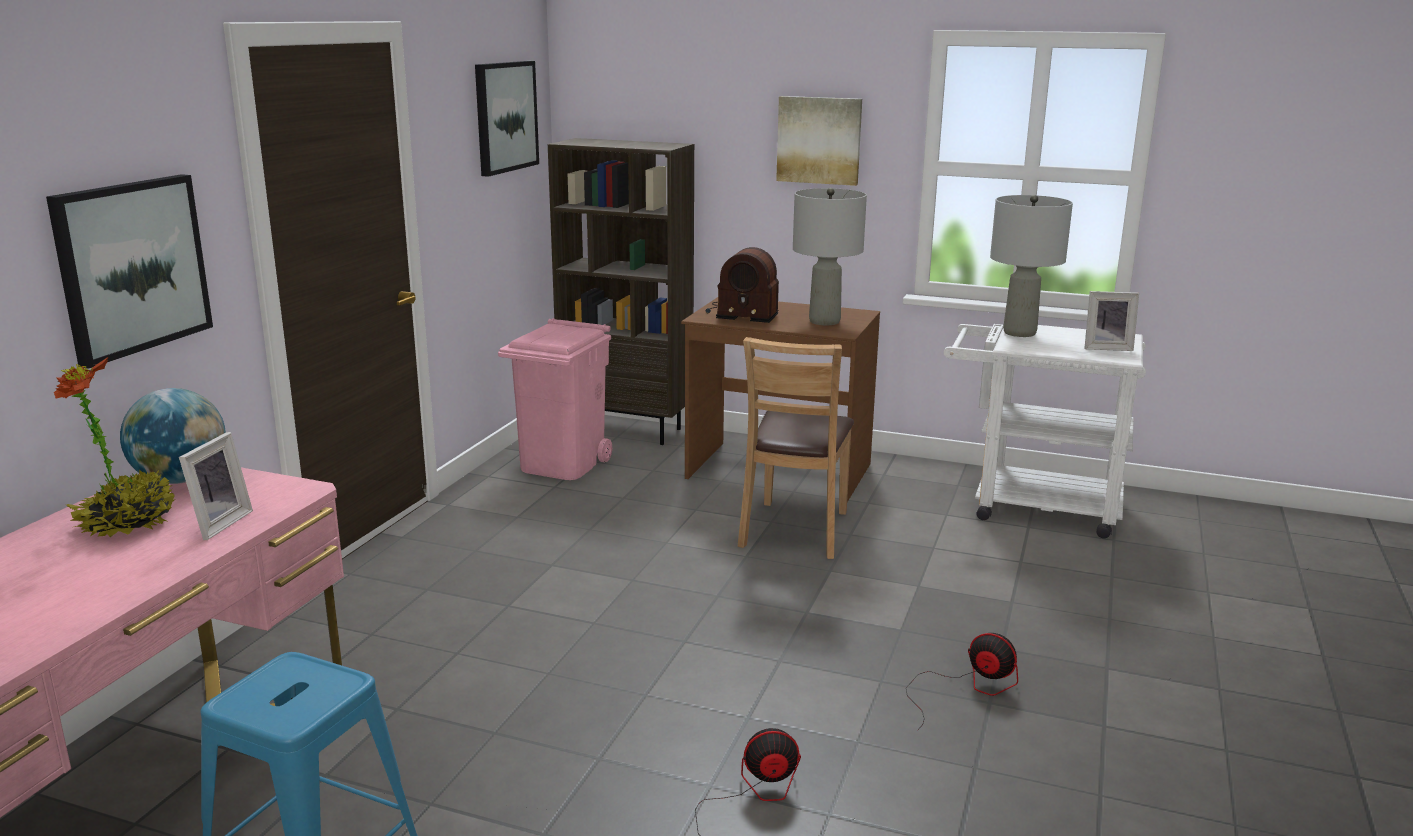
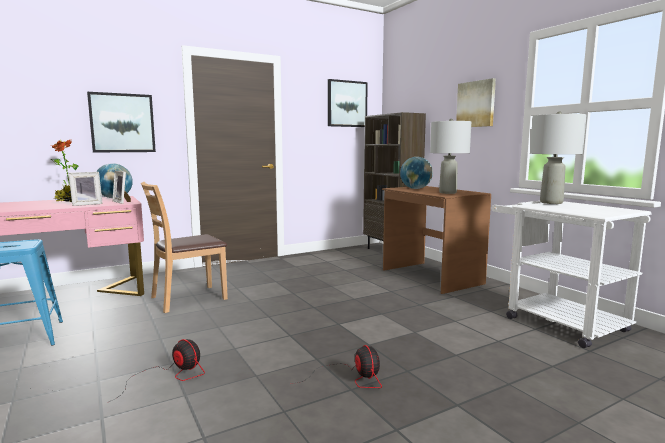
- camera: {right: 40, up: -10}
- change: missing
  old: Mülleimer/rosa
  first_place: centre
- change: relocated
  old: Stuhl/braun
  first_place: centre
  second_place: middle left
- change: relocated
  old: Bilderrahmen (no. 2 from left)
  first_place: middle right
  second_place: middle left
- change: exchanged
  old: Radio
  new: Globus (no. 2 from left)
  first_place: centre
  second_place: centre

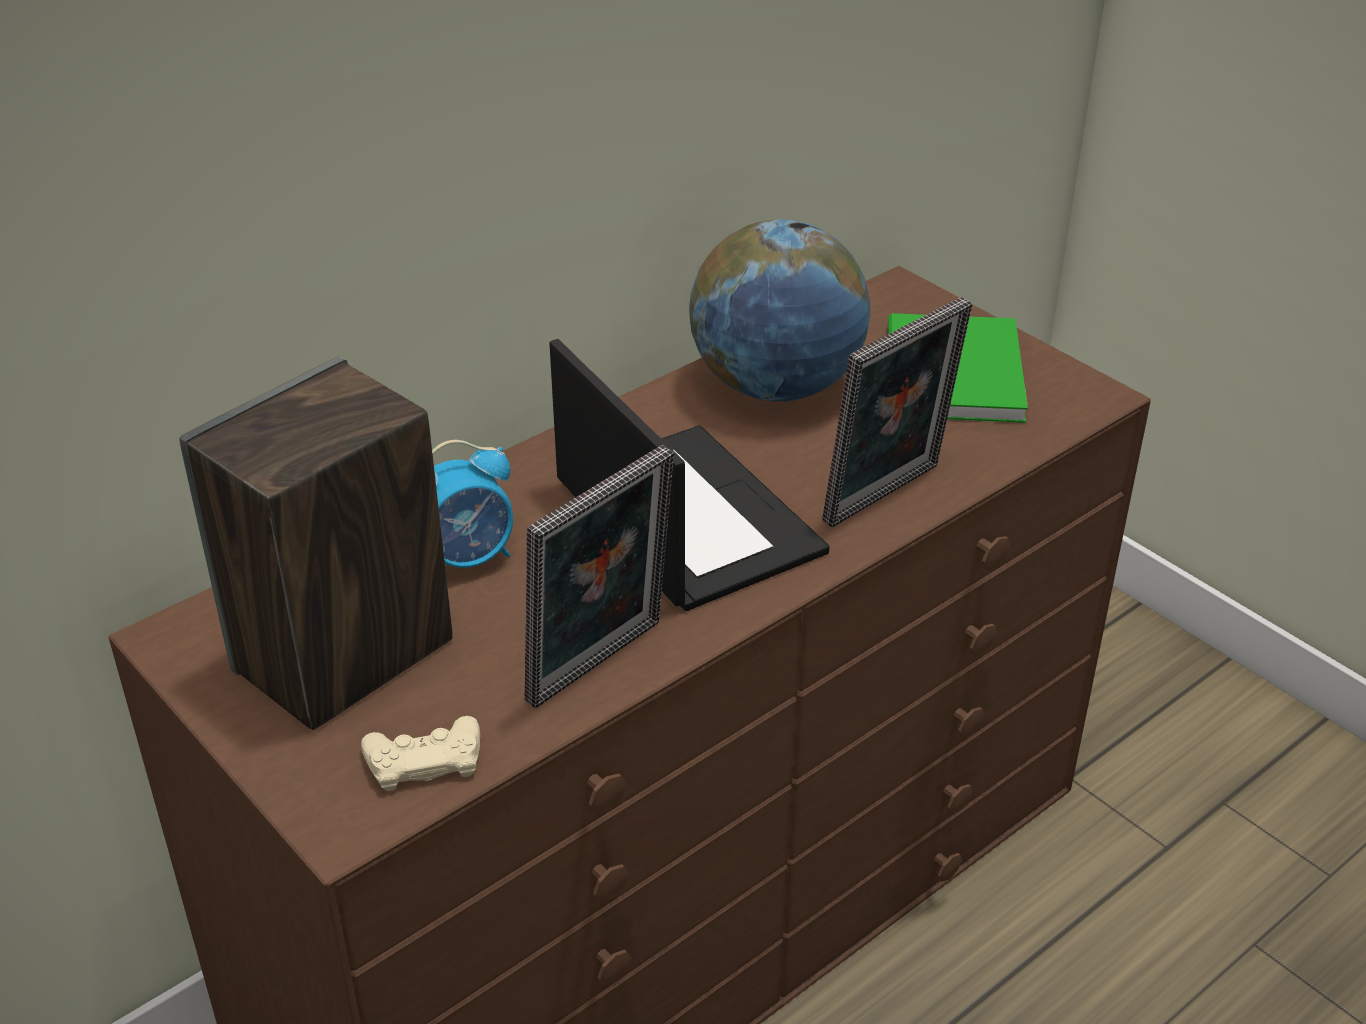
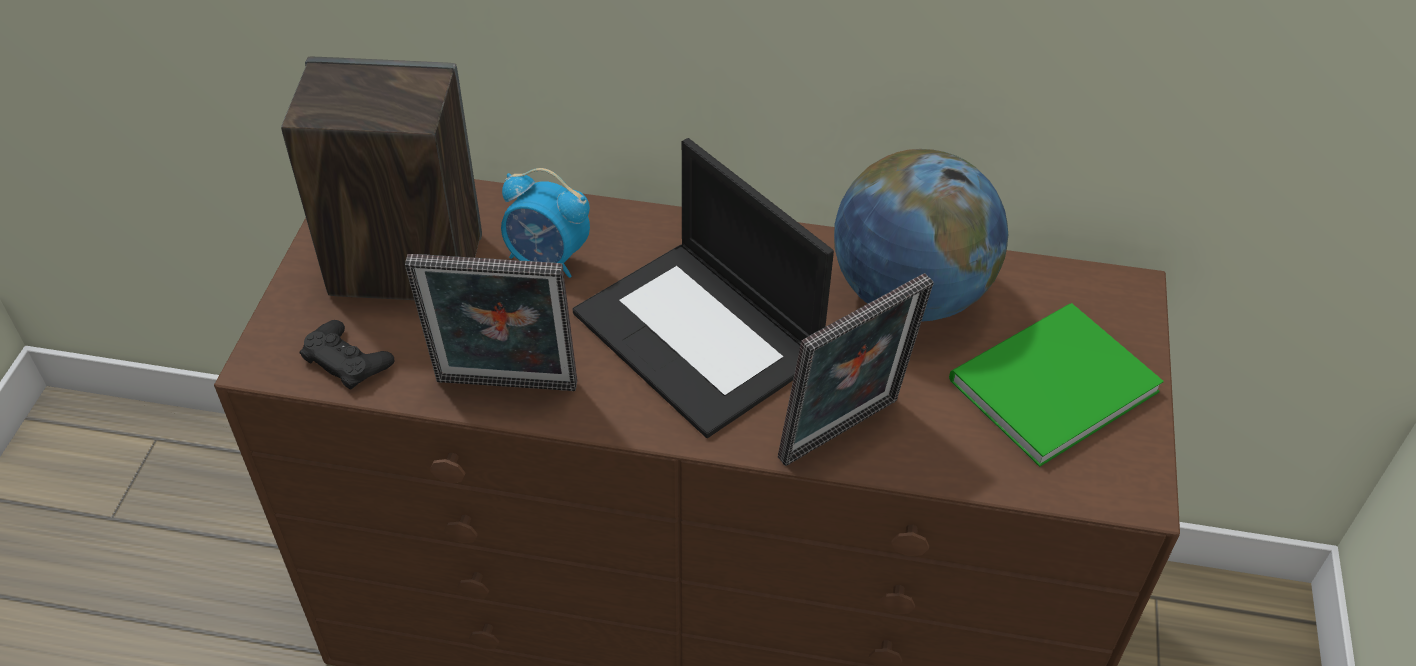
- camera: {right: 50, up: 10}
- change: colour
  old: Gamepad/beige
  new: Gamepad/schwarz
  first_place: bottom left
  second_place: middle left
- change: spun
  old: Laptop
  first_place: centre
  second_place: centre
  degrees: 120
- change: spun
  old: Bilderrahmen (no. 2 from left)
  first_place: centre
  second_place: centre
  degrees: -45

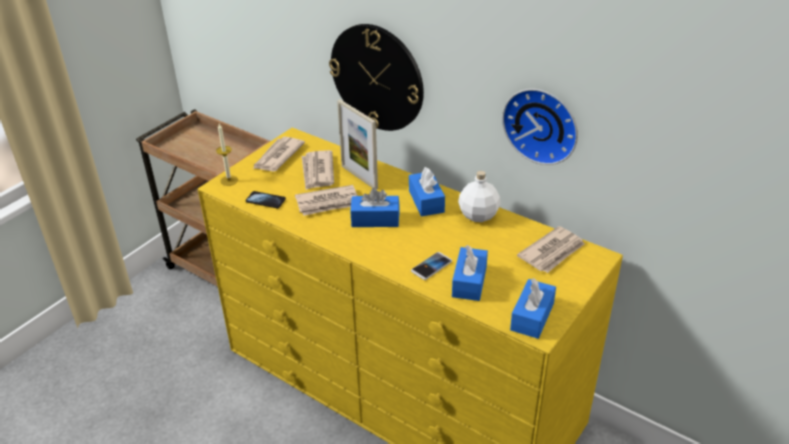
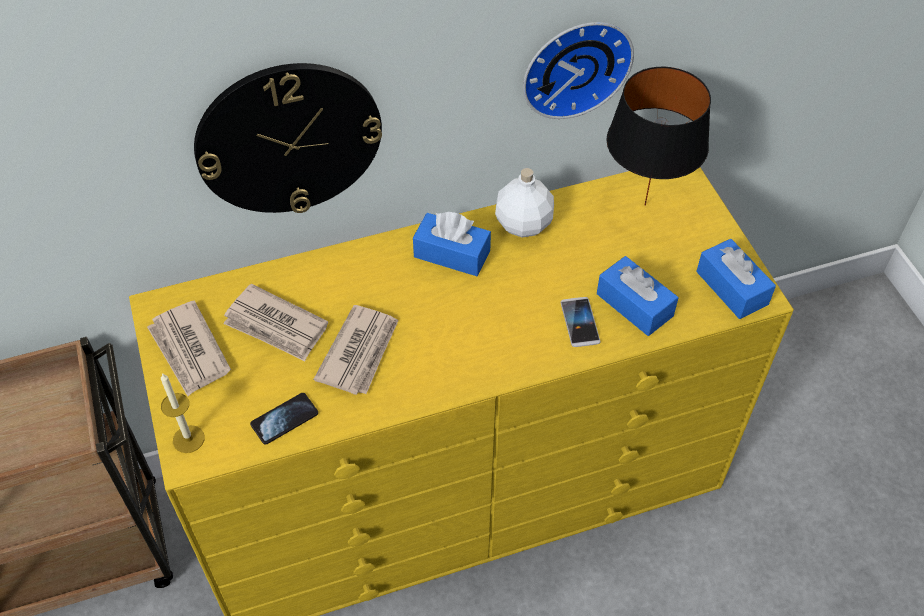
- camera: {right: -55, up: 15}
- change: missing
  old: Bilderrahmen
  first_place: top centre
- change: missing
  old: Taschentuchbox/blau (no. 1 from left)
  first_place: centre
- change: exchanged
  old: Zeitung (no. 4 from left)
  new: Tischlampe/schwarz
  first_place: middle right
  second_place: top right

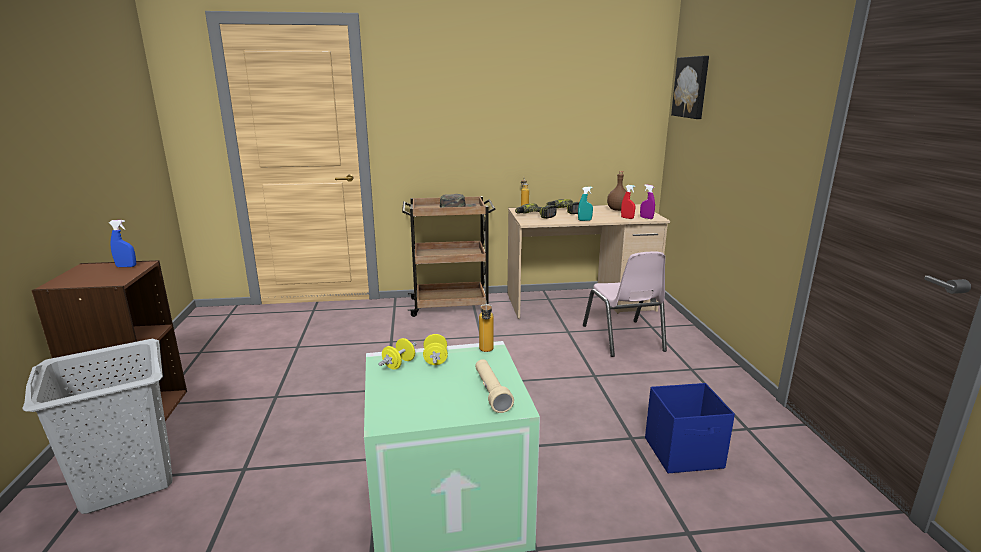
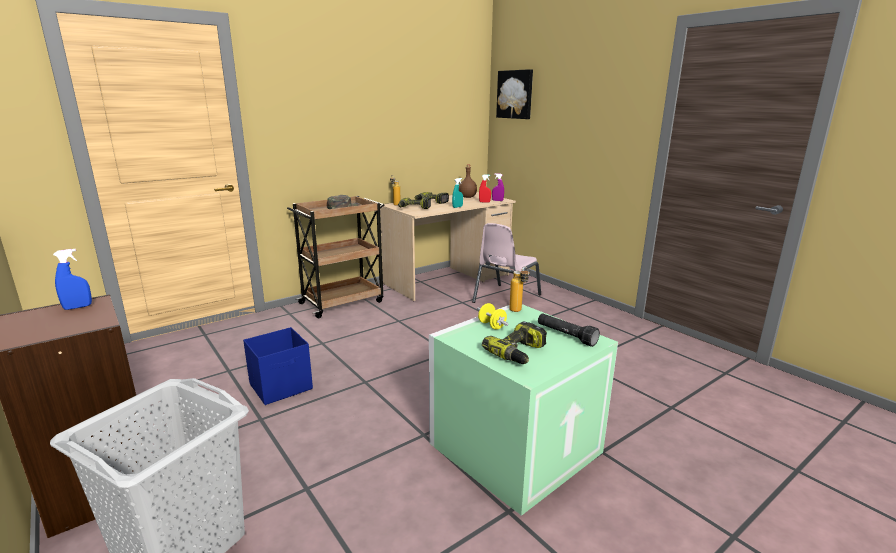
- camera: {right: -30, up: 0}
- change: missing
  old: Hantel/gelb (no. 1 from left)
  first_place: centre
- change: appeared
  new: Bohrmaschine (no. 3 from left)
  second_place: centre
- change: relocated
  old: Aufbewahrungsbox/blau
  first_place: bottom right
  second_place: middle left
- change: colour
  old: Taschenlampe/beige
  new: Taschenlampe/schwarz
  first_place: bottom centre
  second_place: centre
- change: spun
  old: Stuhl/rosa
  first_place: centre
  second_place: centre
  degrees: 75

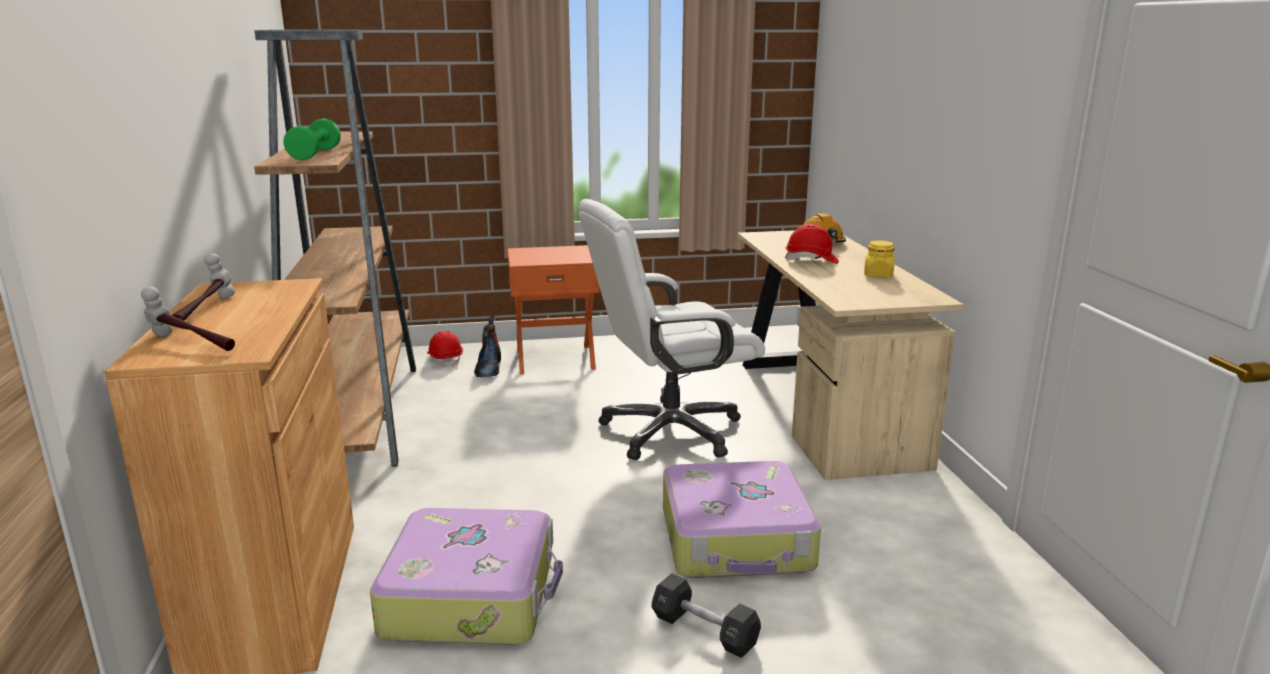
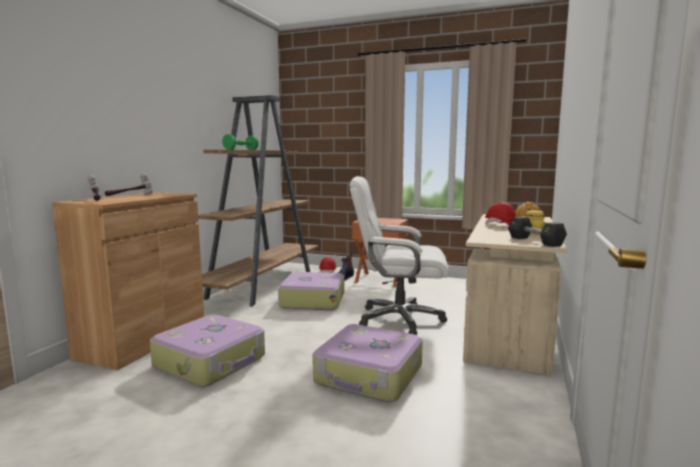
- camera: {right: 30, up: -10}
- change: appeared
  new: Koffer (no. 2 from left)
  second_place: centre
- change: relocated
  old: Hantel/schwarz
  first_place: bottom centre
  second_place: middle right

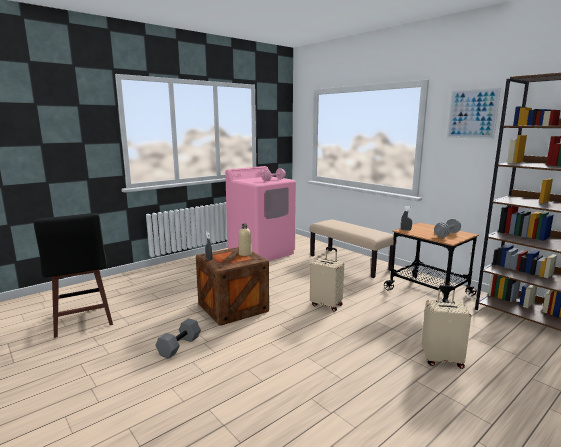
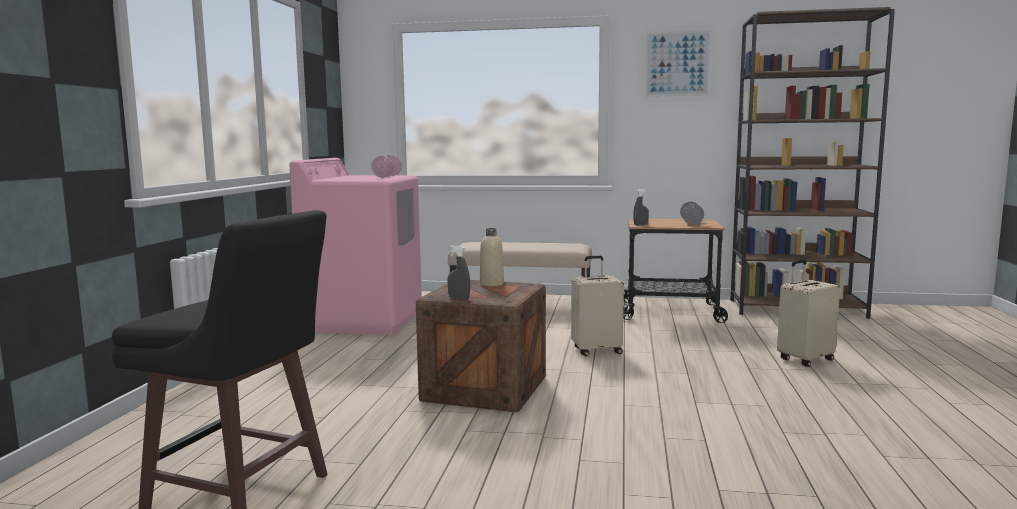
- camera: {right: -40, up: -5}
- change: missing
  old: Hantel/grau (no. 1 from left)
  first_place: bottom left

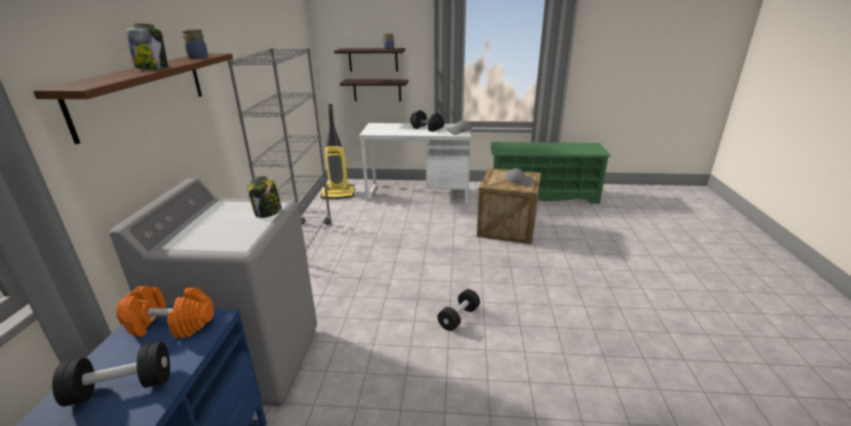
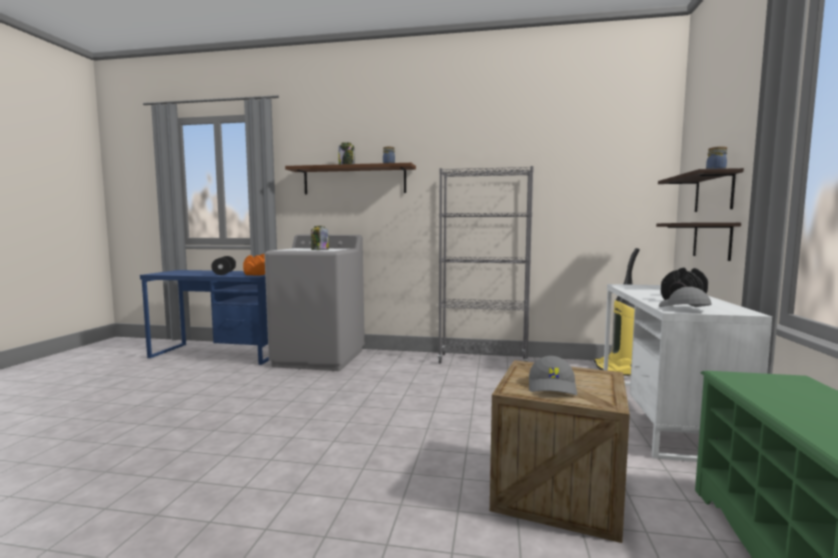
- camera: {right: 95, up: -20}
- change: missing
  old: Hantel/schwarz (no. 3 from left)
  first_place: bottom centre

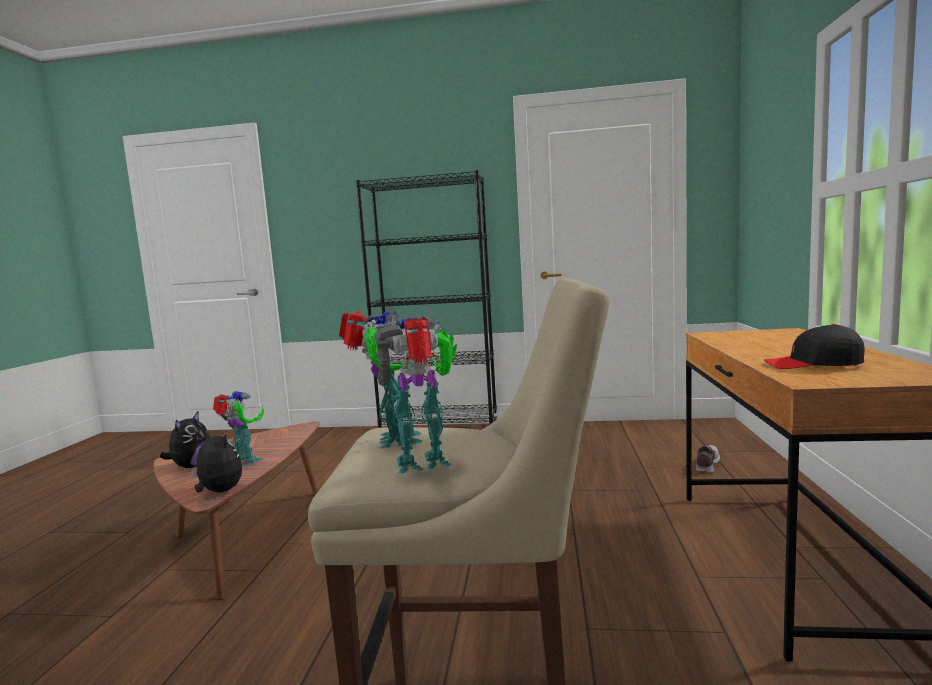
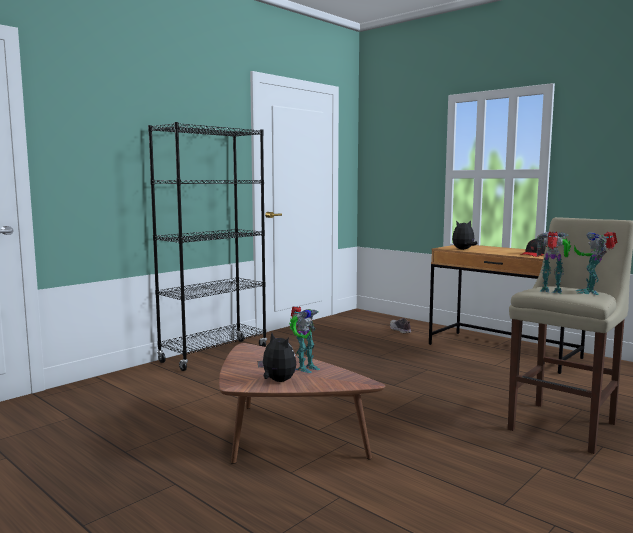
- camera: {right: -55, up: 0}
- change: relocated
  old: Plüschtier (no. 2 from left)
  first_place: bottom left
  second_place: middle right
- change: spun
  old: Spielzeugroboter (no. 1 from left)
  first_place: middle left
  second_place: centre
  degrees: 150

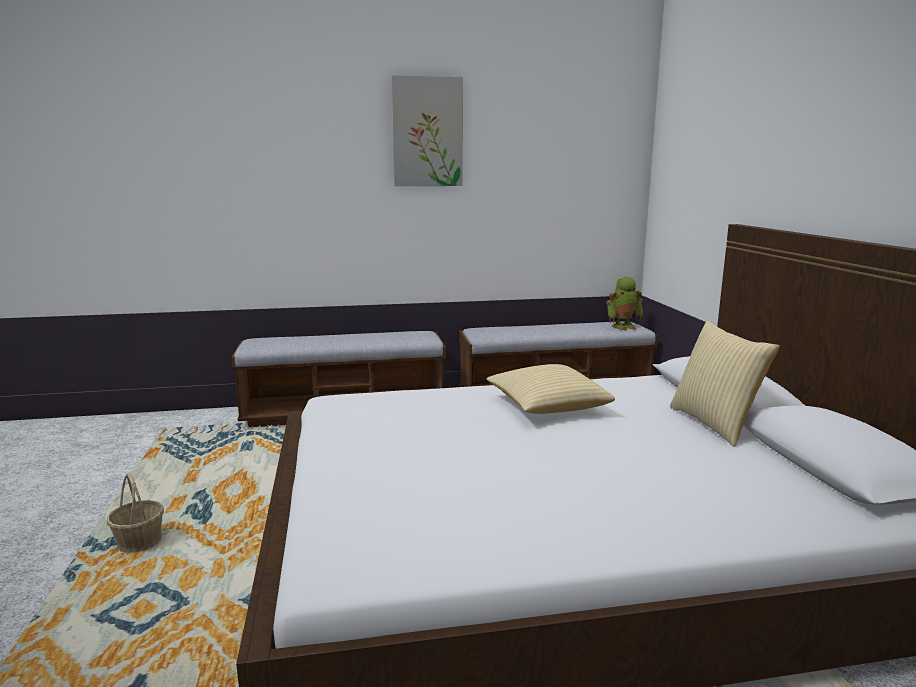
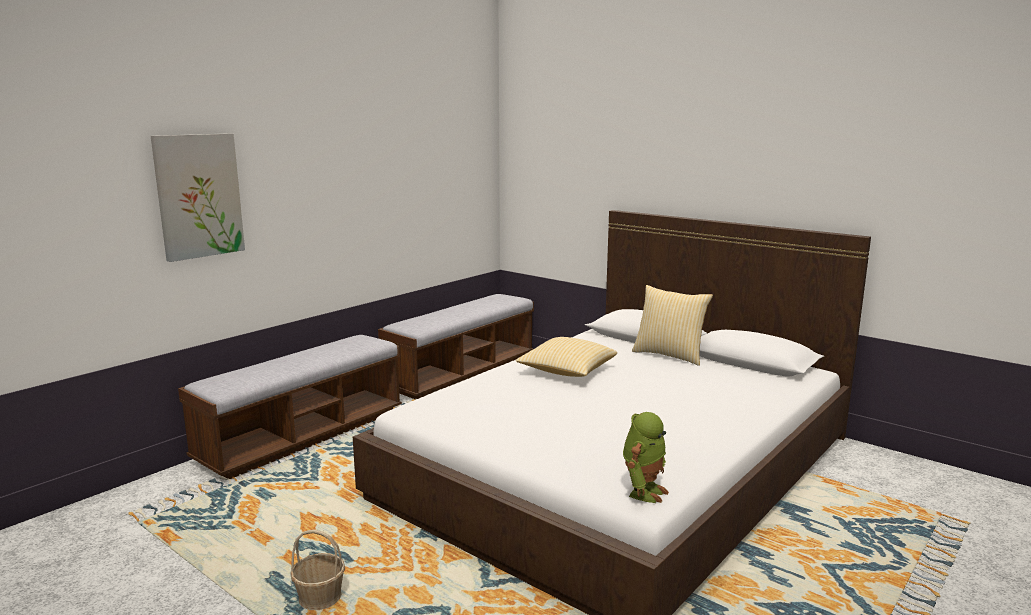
- camera: {right: -40, up: 0}
- change: relocated
  old: Bild
  first_place: top centre
  second_place: top left
- change: relocated
  old: Spielzeugroboter
  first_place: middle right
  second_place: bottom centre

